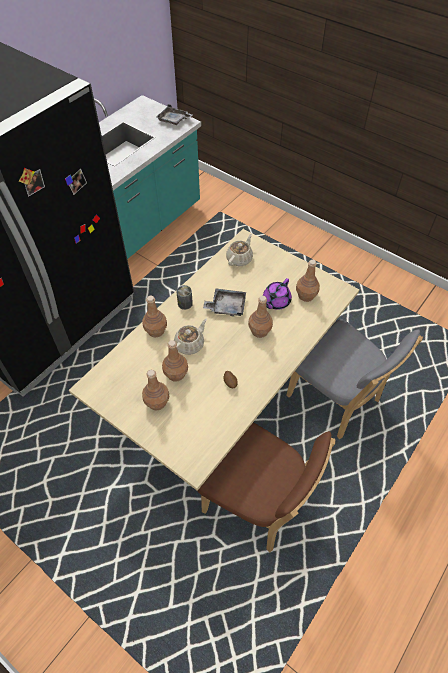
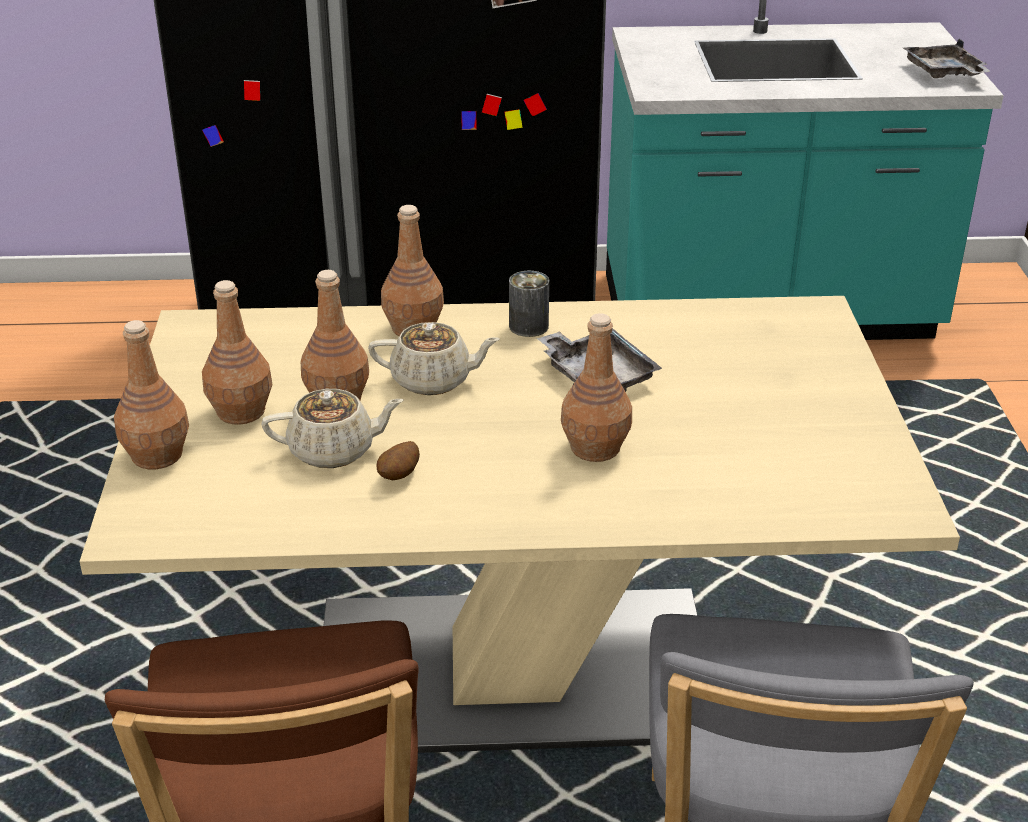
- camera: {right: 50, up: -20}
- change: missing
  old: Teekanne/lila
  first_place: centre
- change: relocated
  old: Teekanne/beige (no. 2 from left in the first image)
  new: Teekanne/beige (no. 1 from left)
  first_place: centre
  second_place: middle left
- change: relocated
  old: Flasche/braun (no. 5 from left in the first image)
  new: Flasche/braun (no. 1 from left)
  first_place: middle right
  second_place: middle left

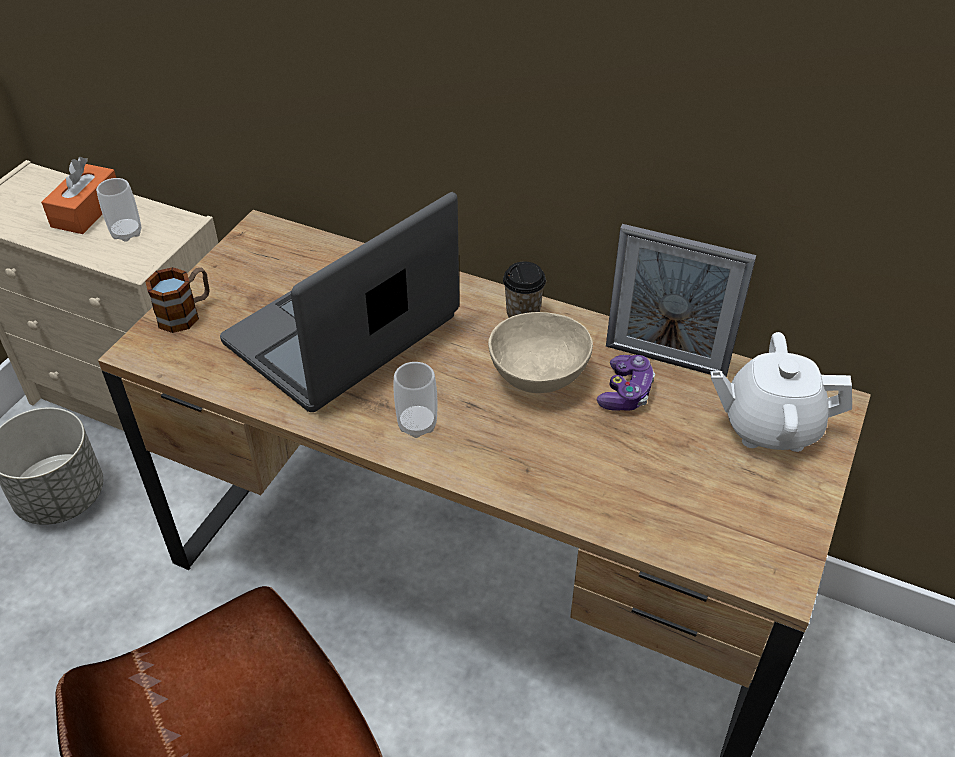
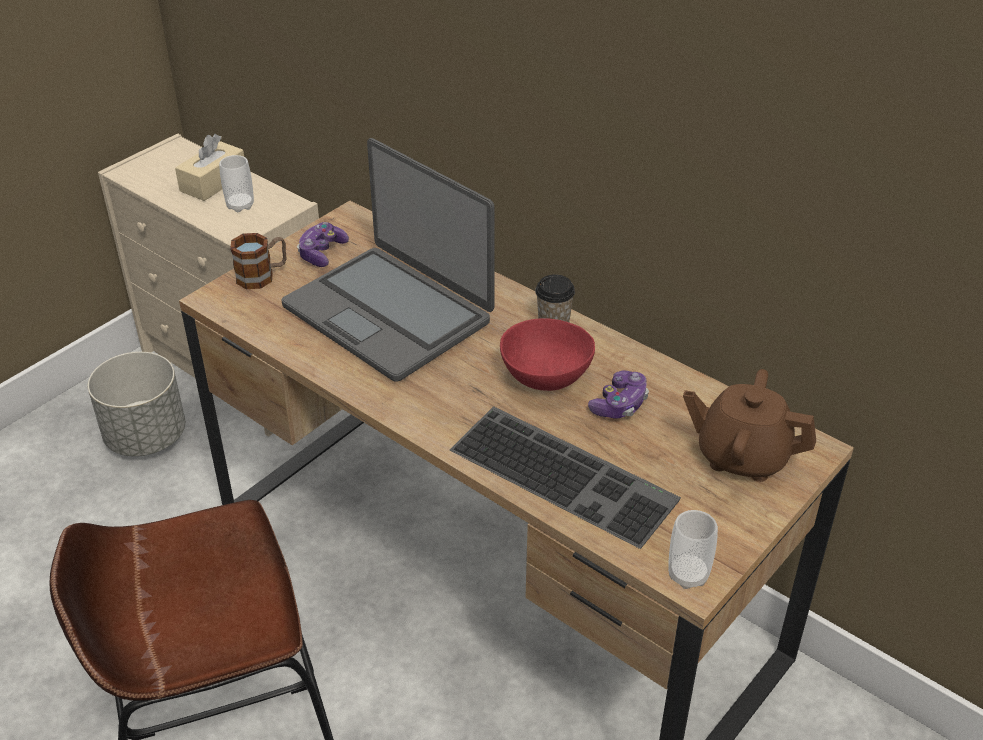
- camera: {right: 15, up: -5}
- change: missing
  old: Bilderrahmen
  first_place: middle right
- change: appeared
  new: Gamepad (no. 1 from left)
  second_place: top left
- change: appeared
  new: Tastatur
  second_place: centre
- change: relocated
  old: Tasse (no. 2 from left in the first image)
  new: Tasse (no. 3 from left)
  first_place: centre
  second_place: bottom right
- change: colour
  old: Taschentuchbox/orange
  new: Taschentuchbox/beige
  first_place: top left
  second_place: top left
- change: colour
  old: Schüssel/beige
  new: Schüssel/rot
  first_place: centre
  second_place: centre
- change: colour
  old: Teekanne/weiß
  new: Teekanne/braun
  first_place: middle right
  second_place: middle right
- change: spun
  old: Laptop
  first_place: centre
  second_place: centre
  degrees: -105

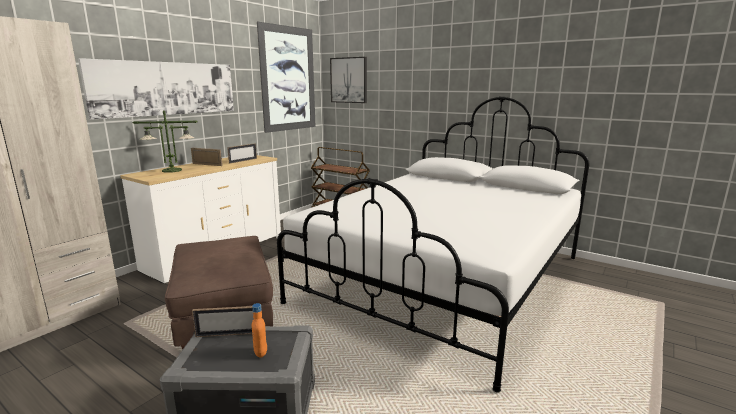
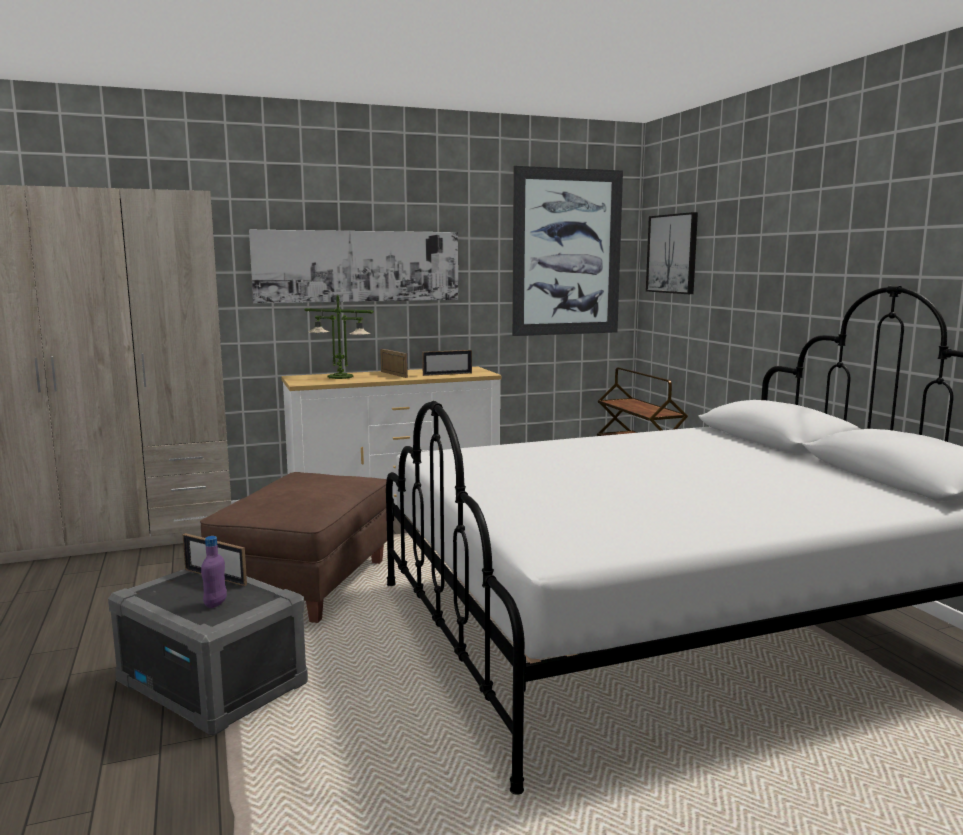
- camera: {right: 35, up: -5}
- change: colour
  old: Flasche/orange
  new: Flasche/lila
  first_place: bottom centre
  second_place: bottom left

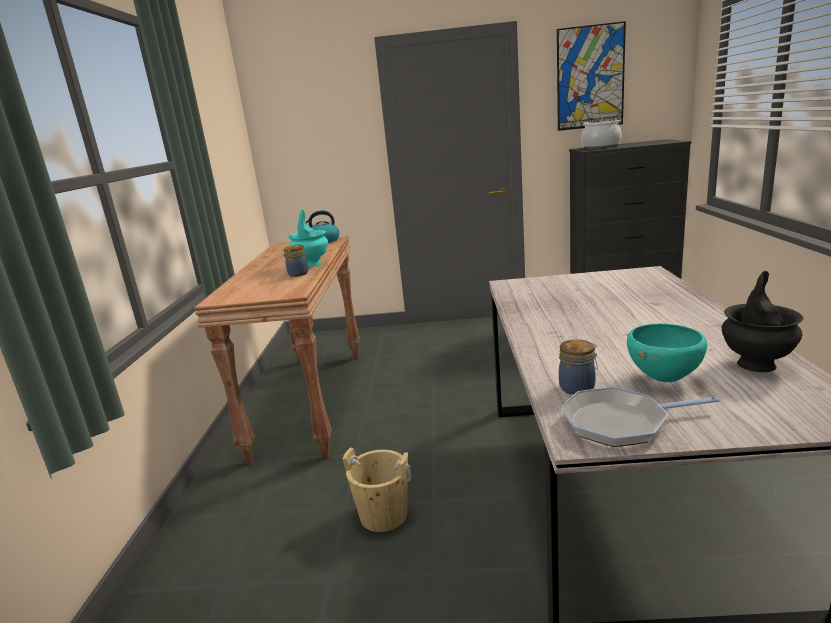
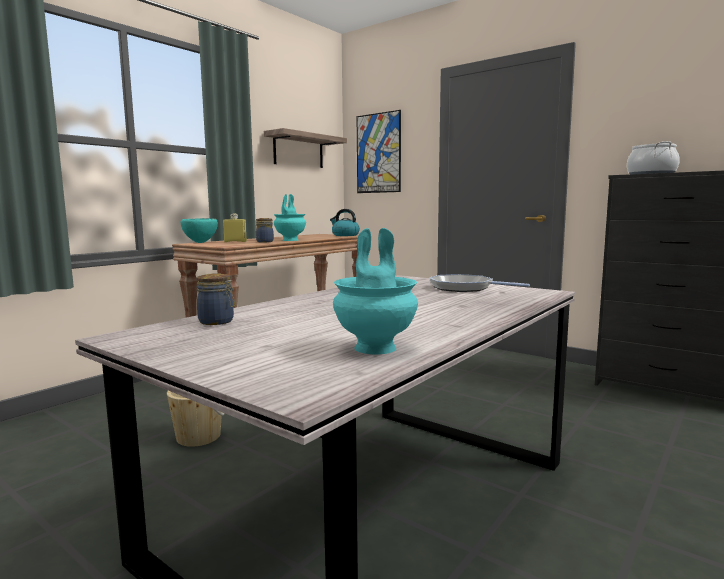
- camera: {right: 35, up: -10}
- change: appeared
  new: Flasche/gelb
  second_place: middle left
- change: appeared
  new: Wandregal
  second_place: top centre
- change: relocated
  old: Bild
  first_place: top right
  second_place: top centre
- change: relocated
  old: Pfanne
  first_place: bottom right
  second_place: centre
- change: relocated
  old: Schüssel/türkis
  first_place: middle right
  second_place: middle left
- change: colour
  old: Vase/schwarz
  new: Vase/türkis (no. 2 from left)
  first_place: middle right
  second_place: centre

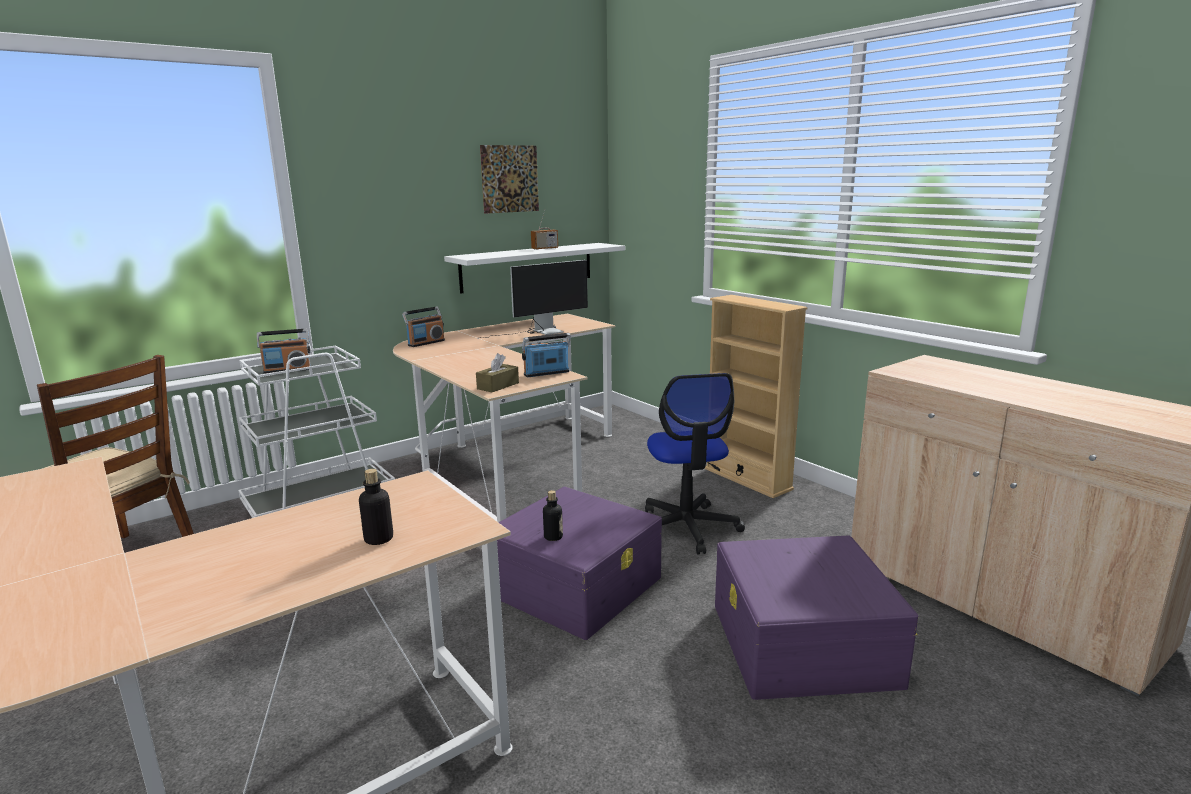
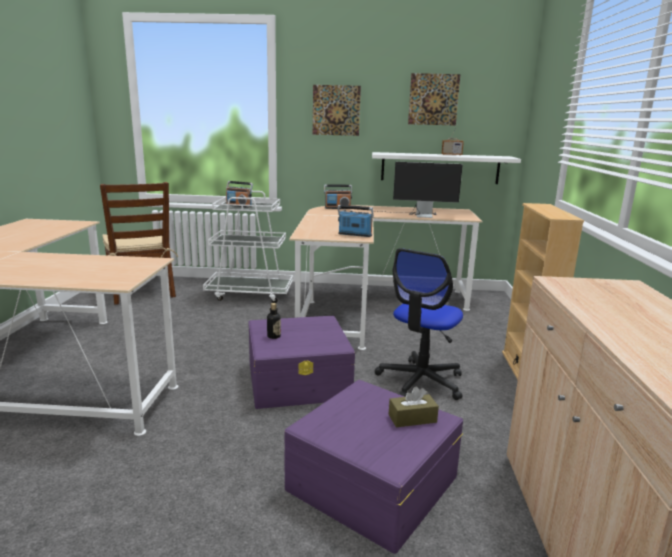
- camera: {right: 40, up: 0}
- change: missing
  old: Flasche (no. 1 from left)
  first_place: middle left
- change: appeared
  new: Bild (no. 1 from left)
  second_place: top centre
- change: relocated
  old: Taschentuchbox/braun
  first_place: centre
  second_place: bottom centre

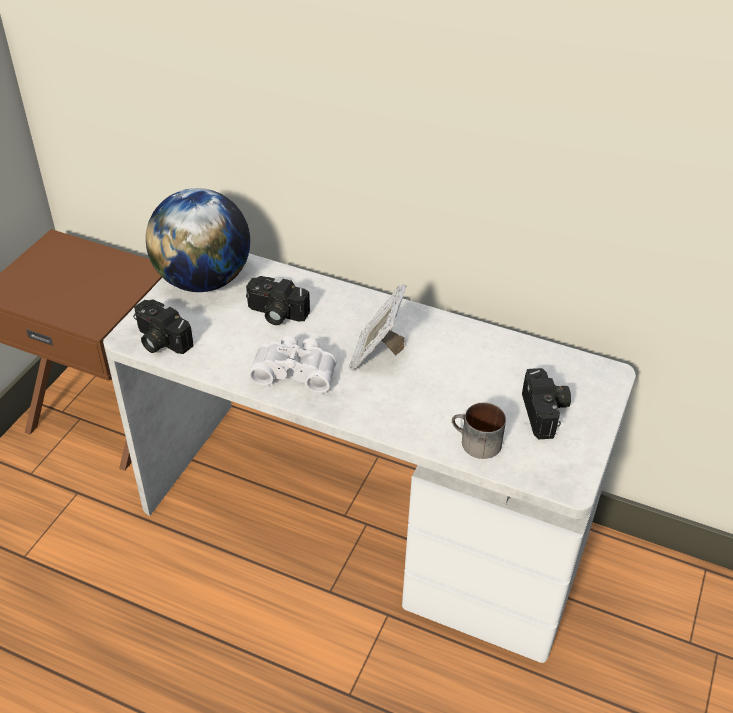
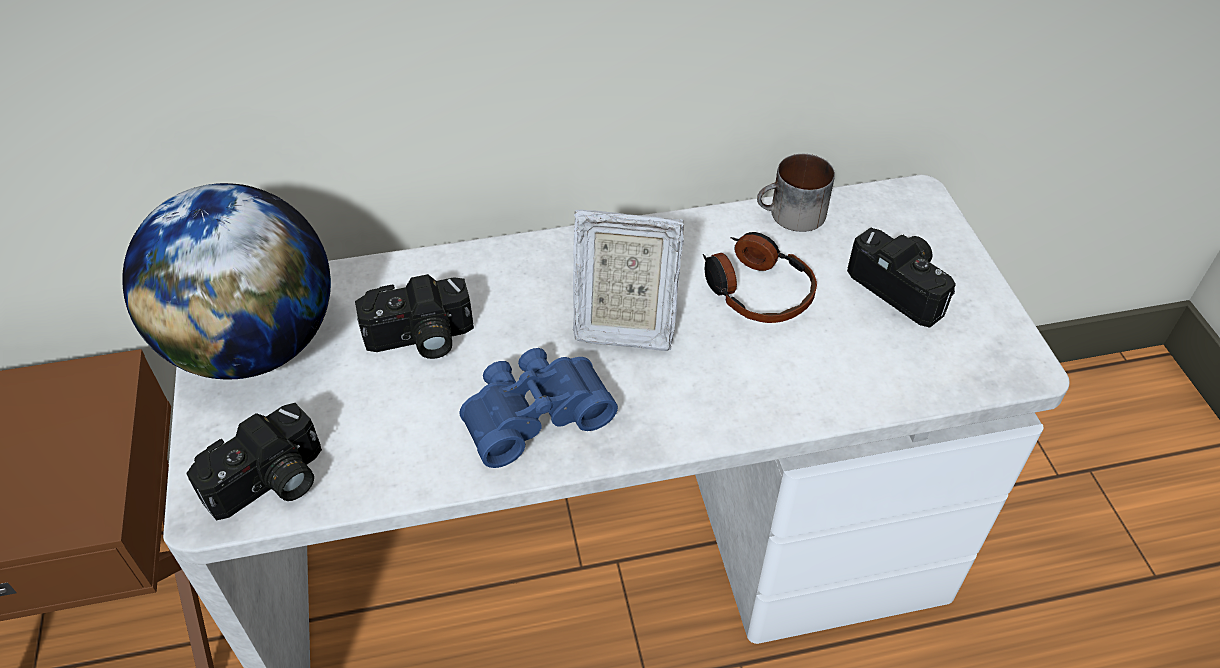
- camera: {right: -35, up: 5}
- change: appeared
  new: Kopfhörer
  second_place: centre
- change: relocated
  old: Henkelbecher
  first_place: centre
  second_place: top centre
- change: colour
  old: Fernglas/weiß
  new: Fernglas/blau
  first_place: centre
  second_place: centre
- change: spun
  old: Kamera (no. 1 from left)
  first_place: middle left
  second_place: bottom left
  degrees: -45
- change: spun
  old: Bilderrahmen
  first_place: centre
  second_place: centre
  degrees: -60

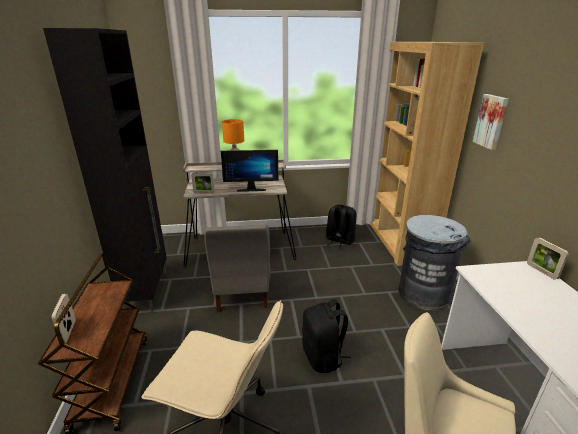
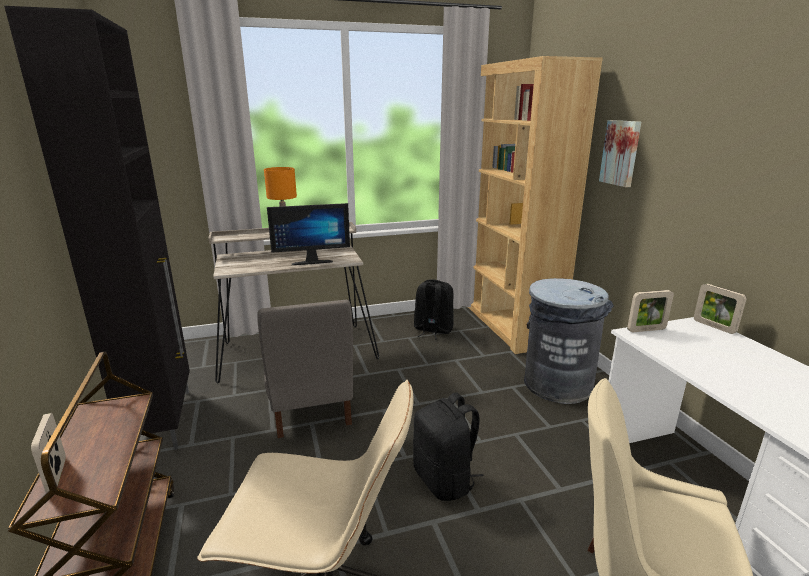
- camera: {right: -10, up: -5}
- change: relocated
  old: Bilderrahmen (no. 2 from left)
  first_place: centre
  second_place: middle right

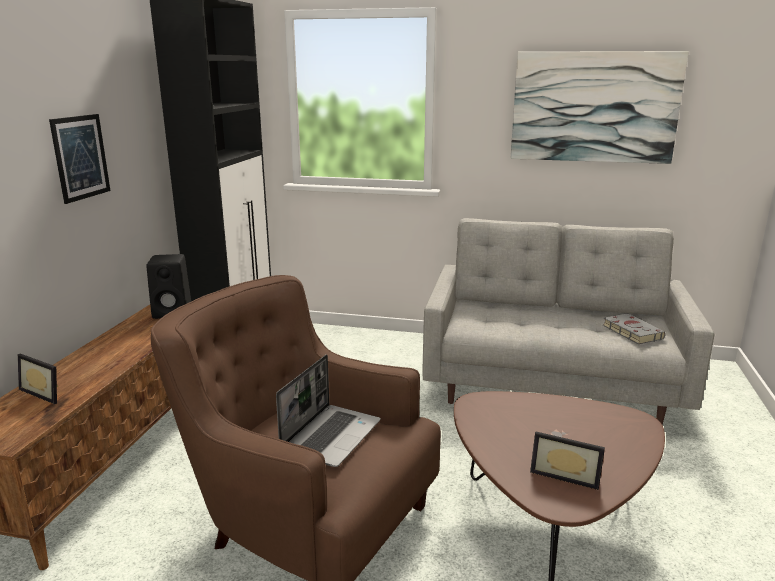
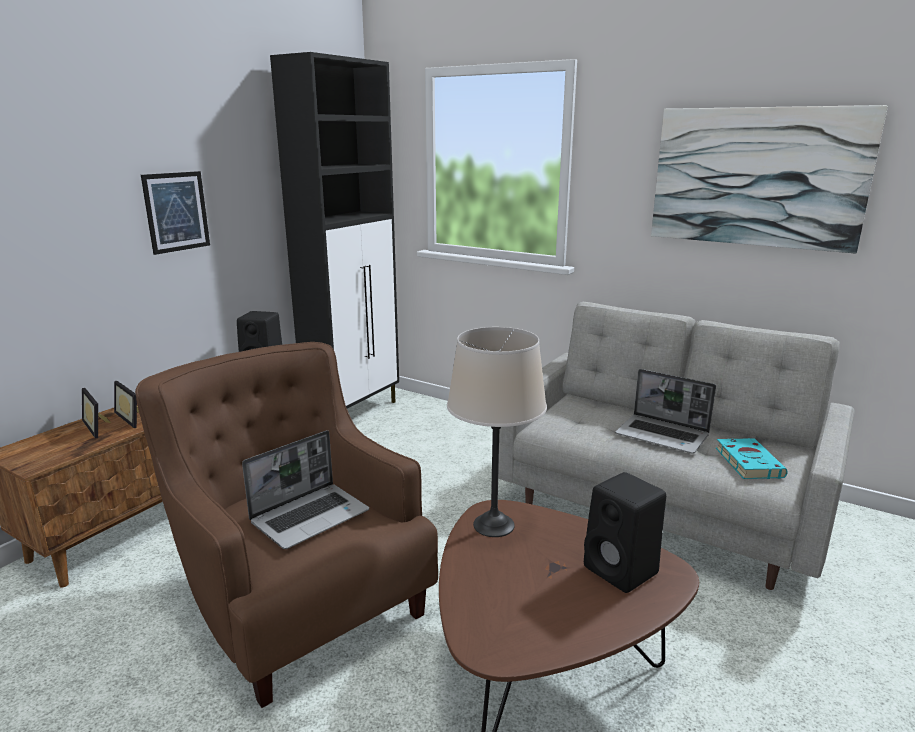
- camera: {right: 20, up: 0}
- change: appeared
  new: Tischlampe/beige
  second_place: centre
- change: appeared
  new: Lautsprecher/schwarz (no. 2 from left)
  second_place: bottom right
- change: appeared
  new: Laptop (no. 2 from left)
  second_place: middle right
- change: relocated
  old: Bilderrahmen (no. 2 from left)
  first_place: bottom right
  second_place: middle left
- change: colour
  old: Buch/grau
  new: Buch/türkis
  first_place: middle right
  second_place: middle right

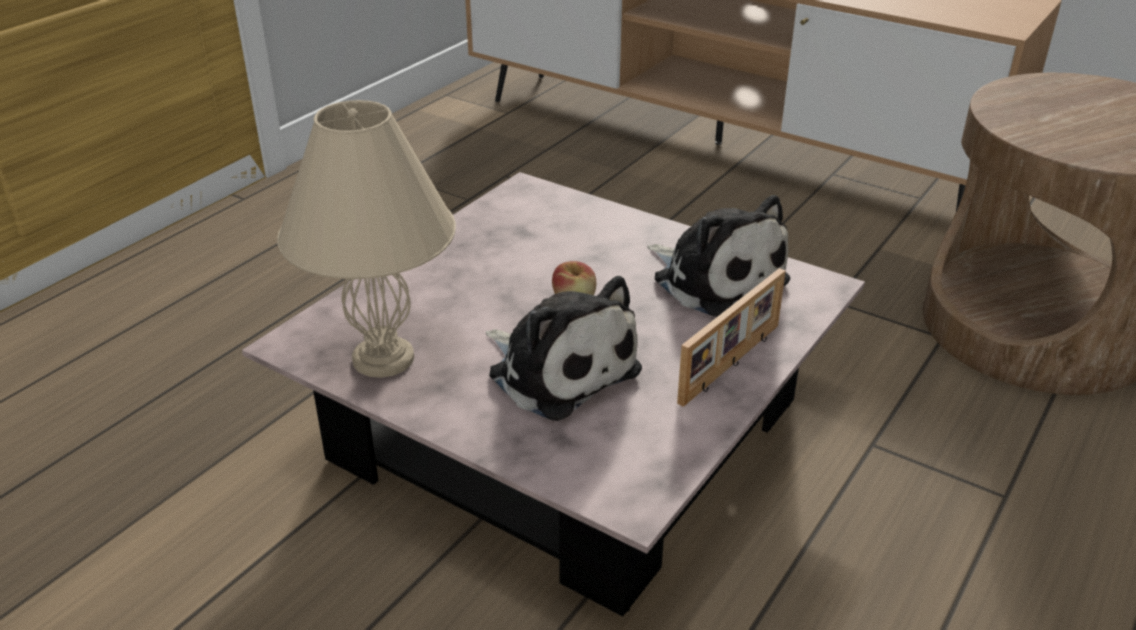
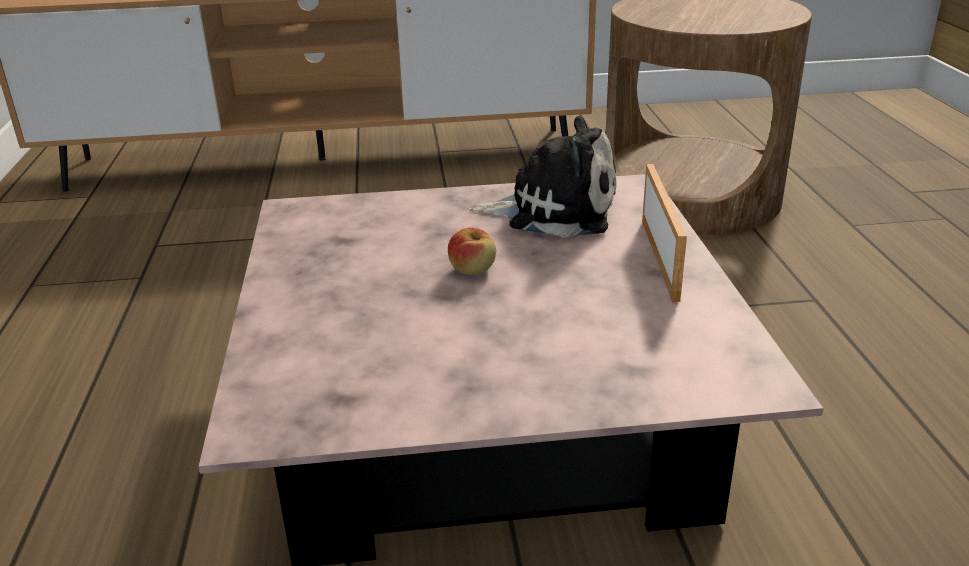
- camera: {right: -40, up: -5}
- change: missing
  old: Tischlampe/beige
  first_place: middle left
- change: missing
  old: Plüschtier (no. 1 from left)
  first_place: centre

